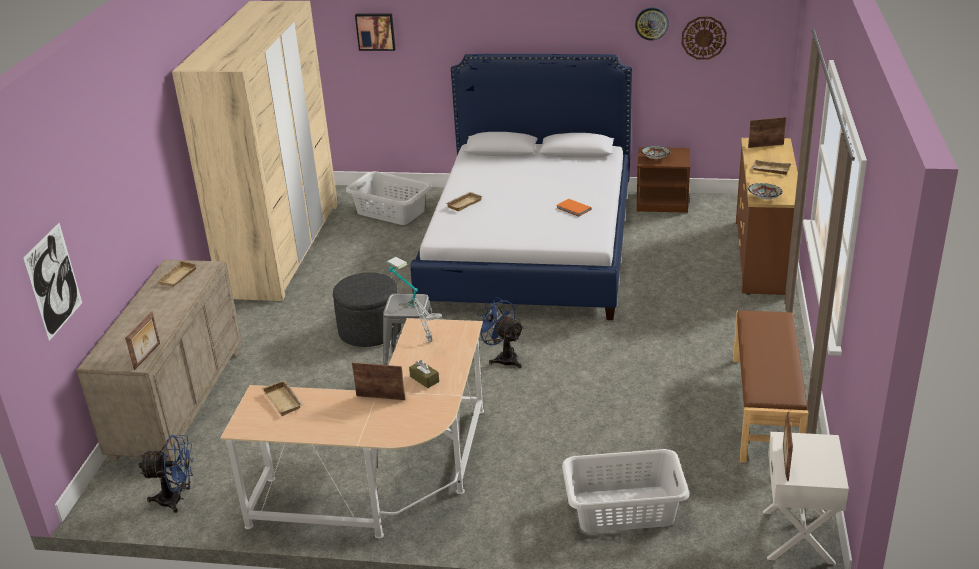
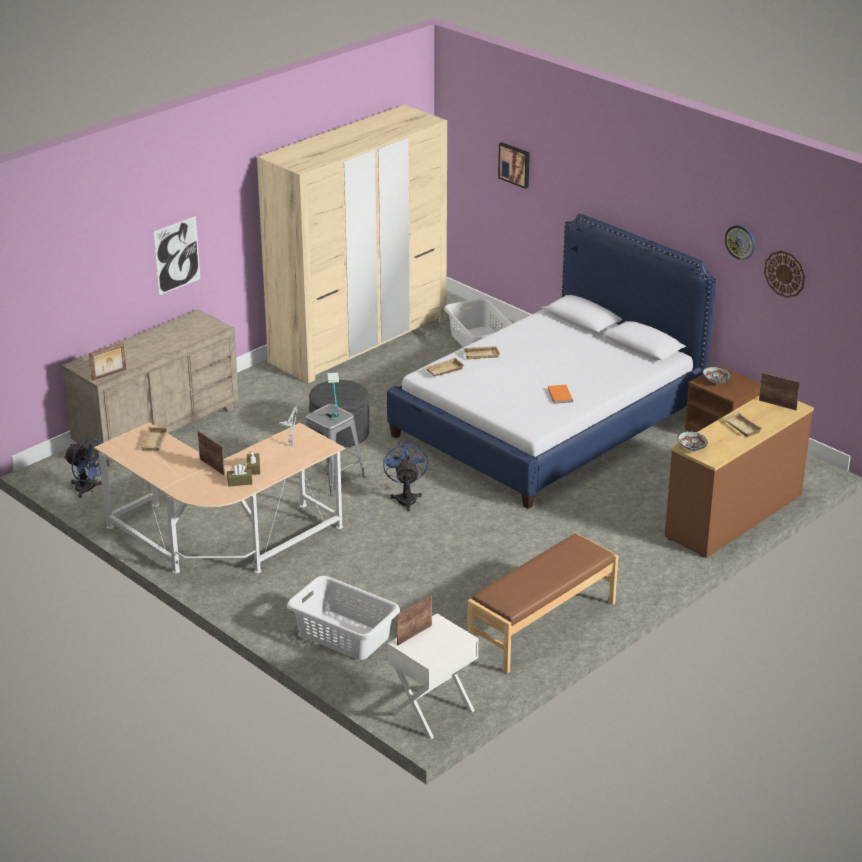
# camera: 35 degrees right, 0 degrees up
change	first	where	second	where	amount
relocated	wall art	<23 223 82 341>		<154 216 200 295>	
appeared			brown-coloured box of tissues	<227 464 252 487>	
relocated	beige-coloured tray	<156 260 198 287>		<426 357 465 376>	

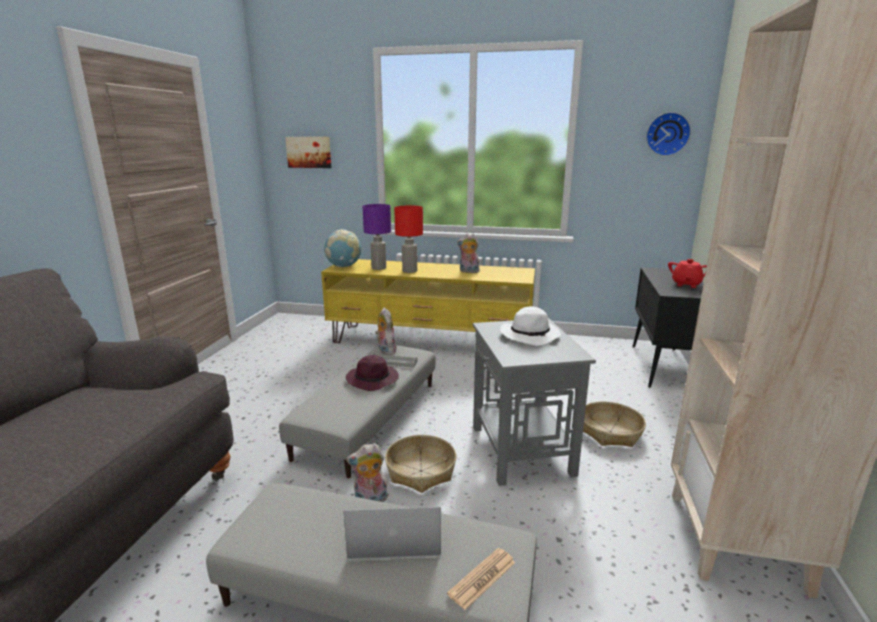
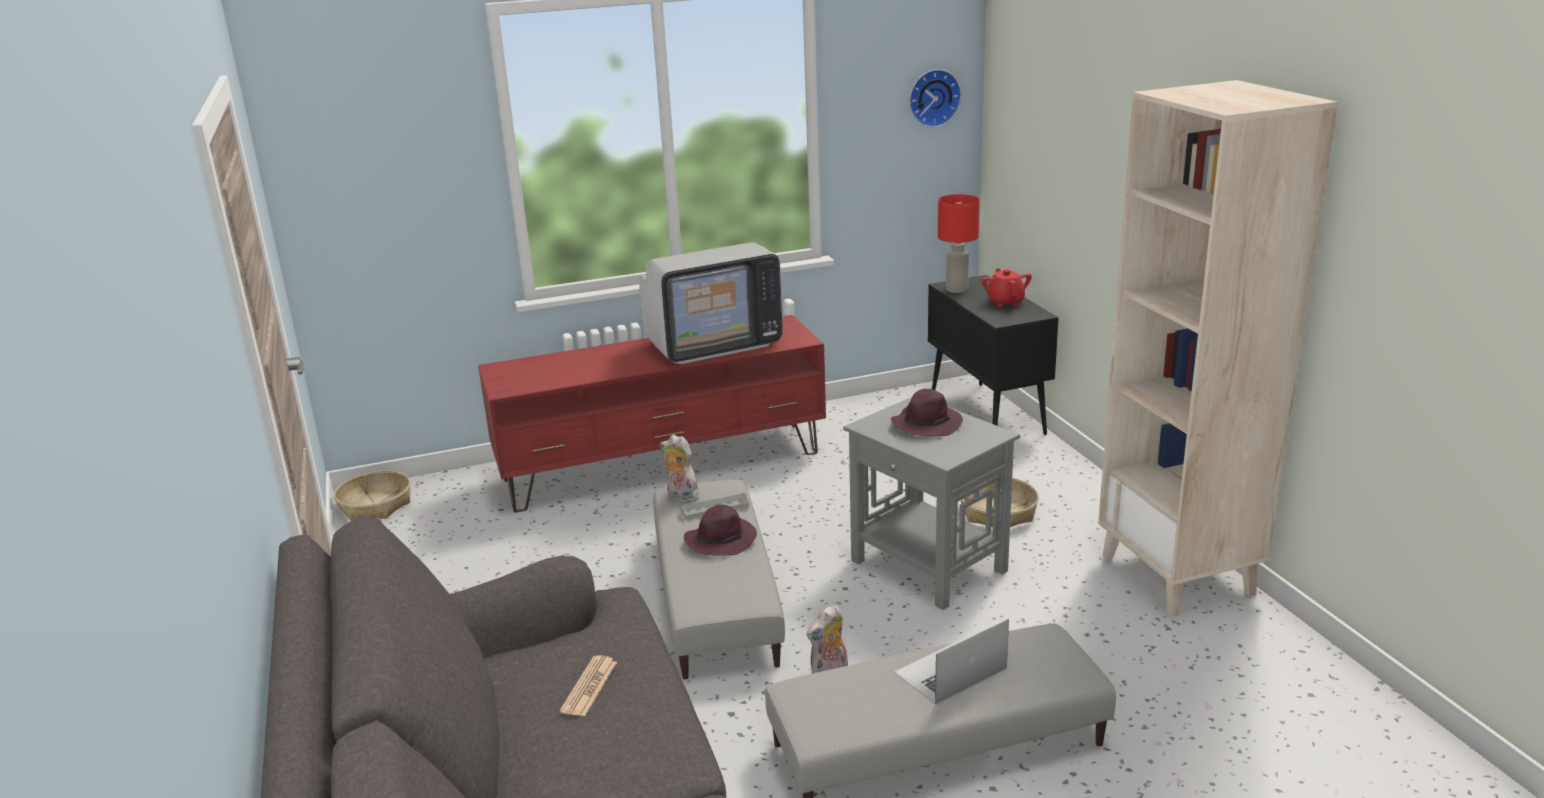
# camera: 30 degrees left, 5 degrees up
change	first	where	second	where	amount
relocated	household basket	<385 435 456 493>		<334 471 411 521>	
colour	yellow-coloured tv stand	<321 259 535 343>	reddish tv stand	<478 315 826 513>	
relocated	daily paper	<447 548 516 610>		<560 656 617 716>	
exchanged	soft toy	<457 233 480 273>	television	<639 243 783 364>	
colour	white-coloured clothing hat	<500 306 561 346>	purple clothing hat	<891 389 963 436>	
relocated	reddish table lamp	<394 206 423 273>		<938 194 980 293>	
missing	wall art	<285 137 331 168>			
missing	globe	<324 230 361 267>			
missing	purple table lamp	<362 204 391 270>			

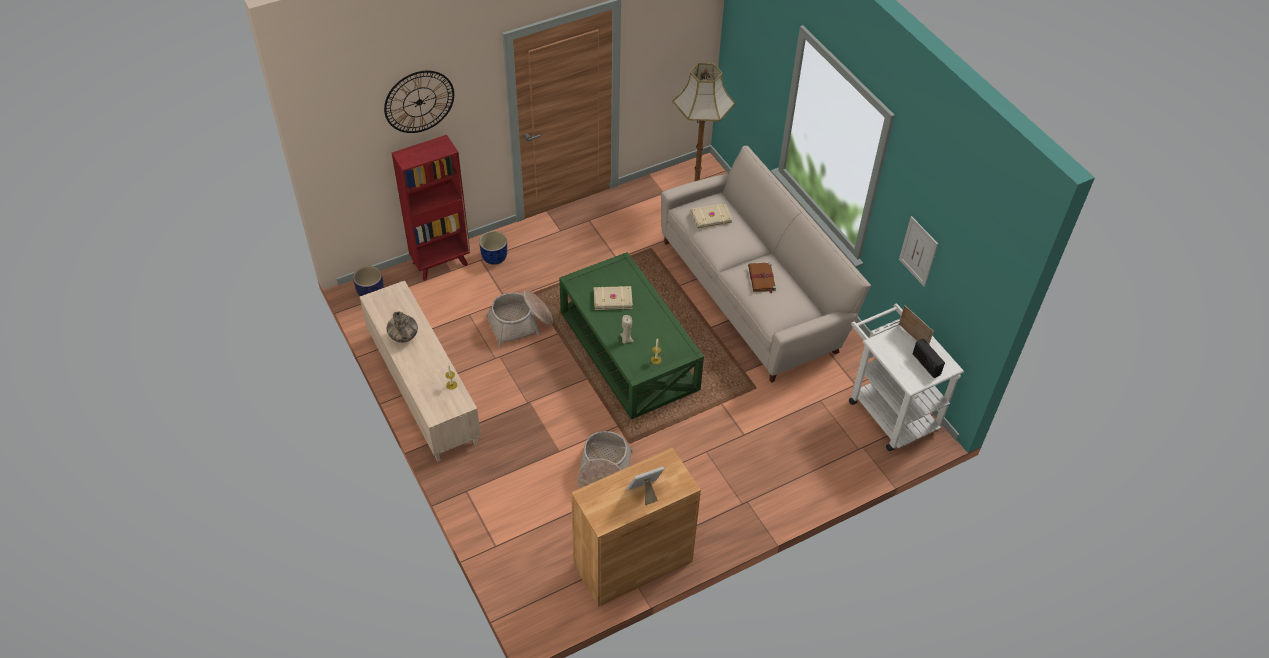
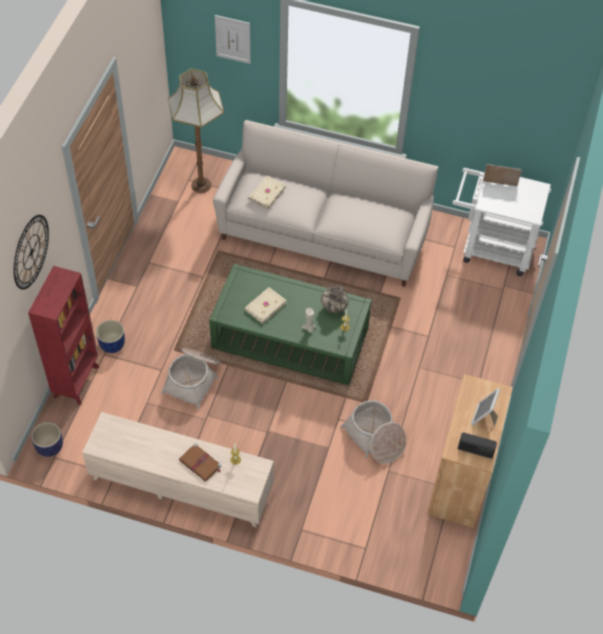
# camera: 45 degrees left, 5 degrees up
change	first	where	second	where	amount
relocated	brown-coloured volume	<748 262 776 293>		<179 443 222 482>	
relocated	wall art	<899 216 938 287>		<215 15 250 64>	
relocated	decorative vase	<387 312 418 343>		<321 286 349 313>	
relocated	radio receiver	<913 339 945 378>		<458 432 497 458>	

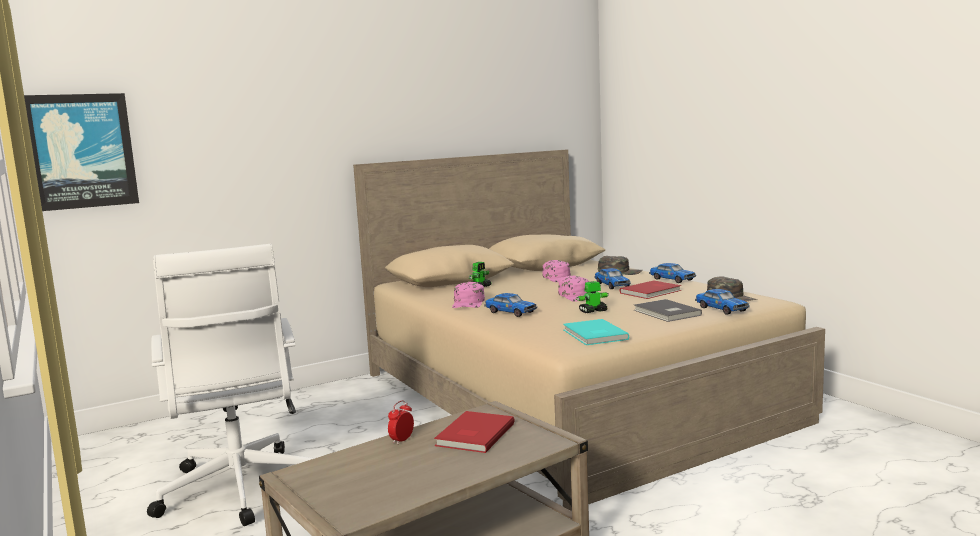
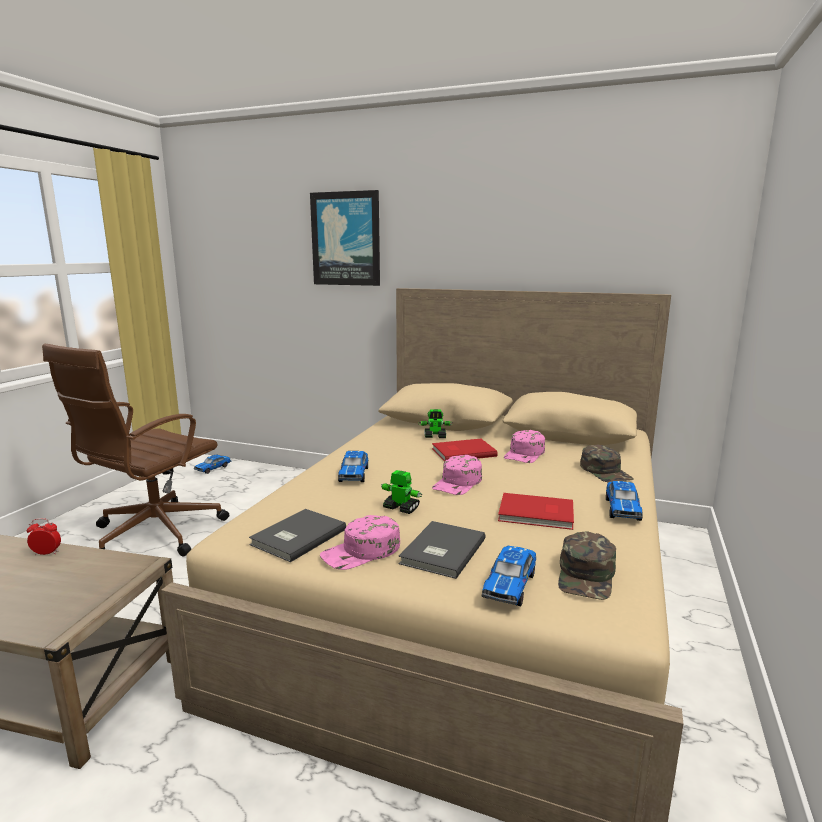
# camera: 50 degrees right, 5 degrees up
change	first	where	second	where	amount
colour	white-coloured desk chair	<147 244 315 526>	brown-coloured desk chair	<42 344 229 557>	
relocated	model car	<594 268 631 289>		<194 455 232 474>	
colour	blue-green volume	<563 319 629 345>	gray volume	<249 509 346 562>	
relocated	wall art	<24 93 139 211>		<310 190 380 286>	
relocated	pinkish peaked cap	<452 282 485 308>		<320 515 400 570>	
relocated	reddish volume	<434 411 515 453>		<432 439 498 462>	

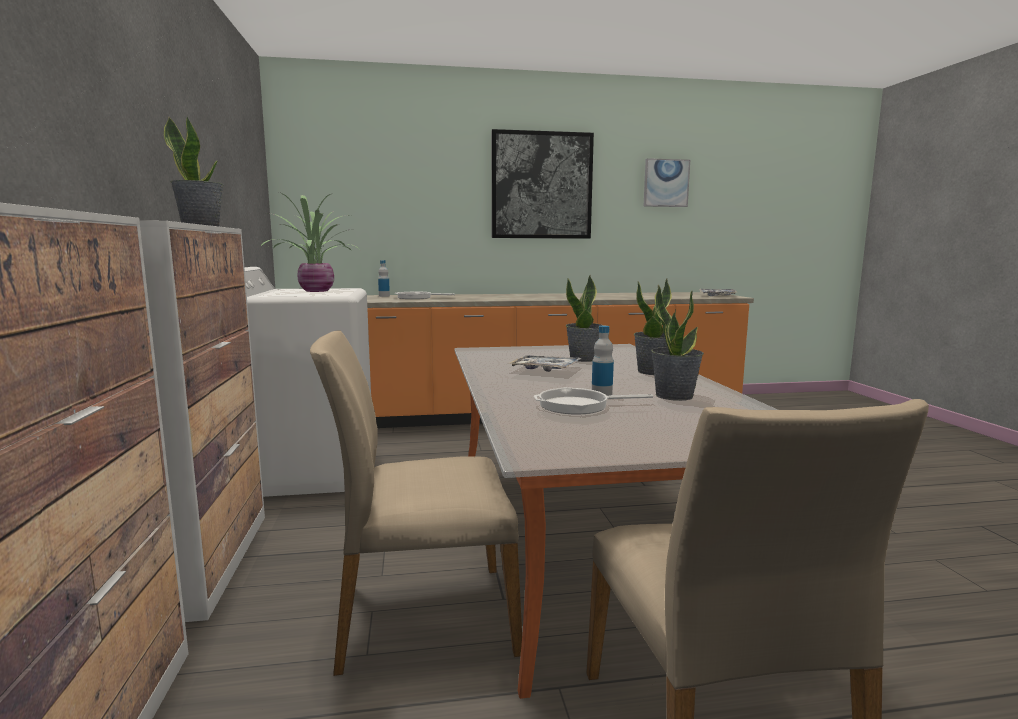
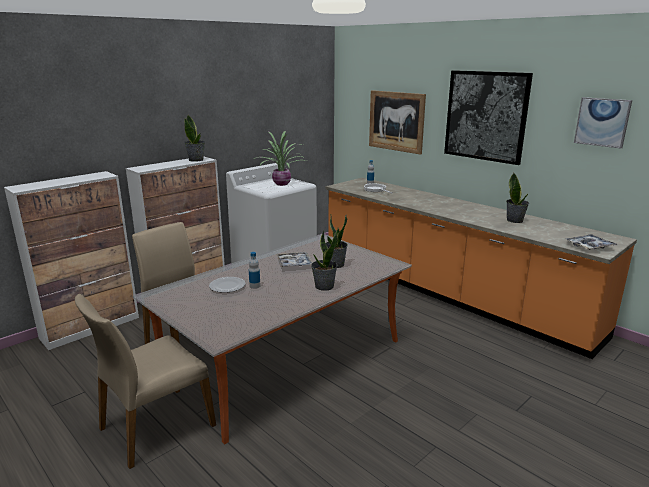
# camera: 55 degrees right, 10 degrees up
change	first	where	second	where	amount
exchanged	skillet	<534 387 653 414>	plate	<209 277 246 293>	
appeared			wall art	<369 90 426 155>	
relocated	plant in a pot	<651 284 704 401>		<506 173 529 223>	

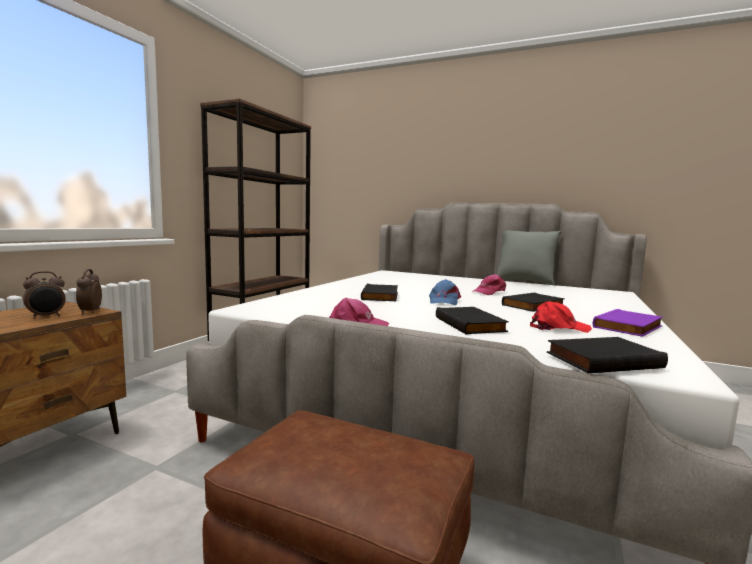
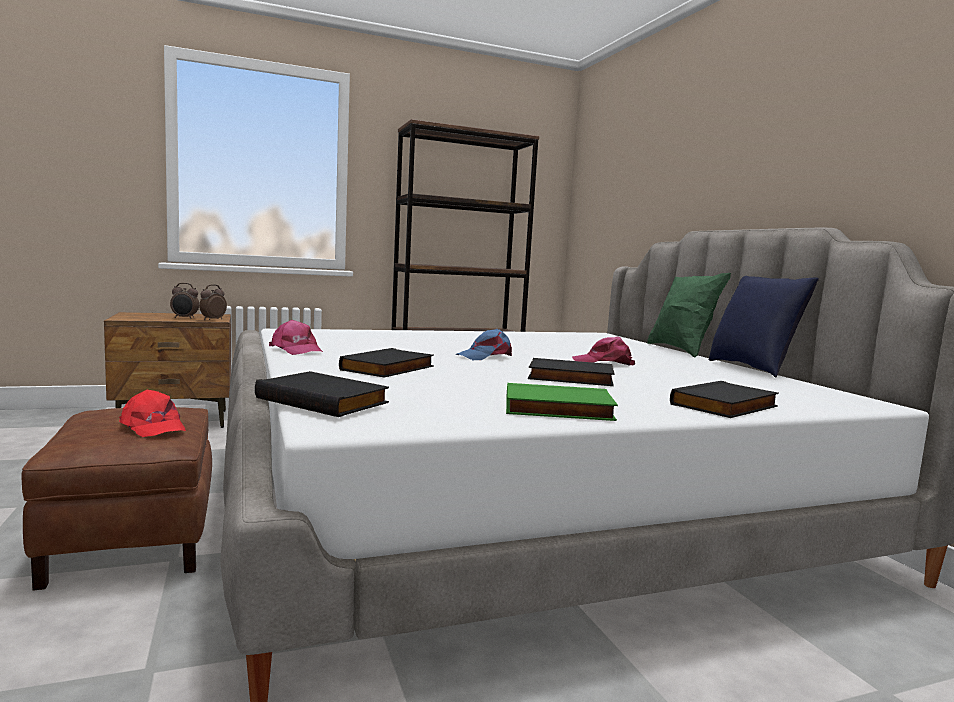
# camera: 45 degrees right, 0 degrees up
change	first	where	second	where	amount
relocated	reddish peaked cap	<530 301 592 333>		<119 390 186 437>	
colour	purple volume	<593 309 663 337>	green-coloured volume	<506 383 618 421>	
appeared			green-coloured throw pillow	<647 273 731 358>	
relocated	blackish volume	<361 284 398 301>		<670 381 779 418>	
colour	gray throw pillow	<497 230 561 286>	bluish throw pillow	<709 276 819 378>	

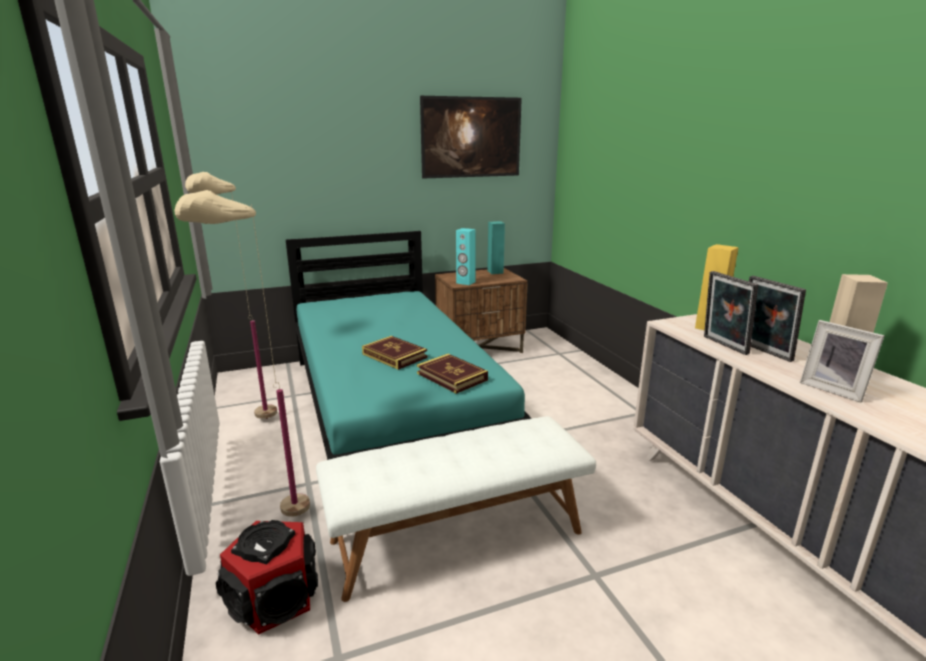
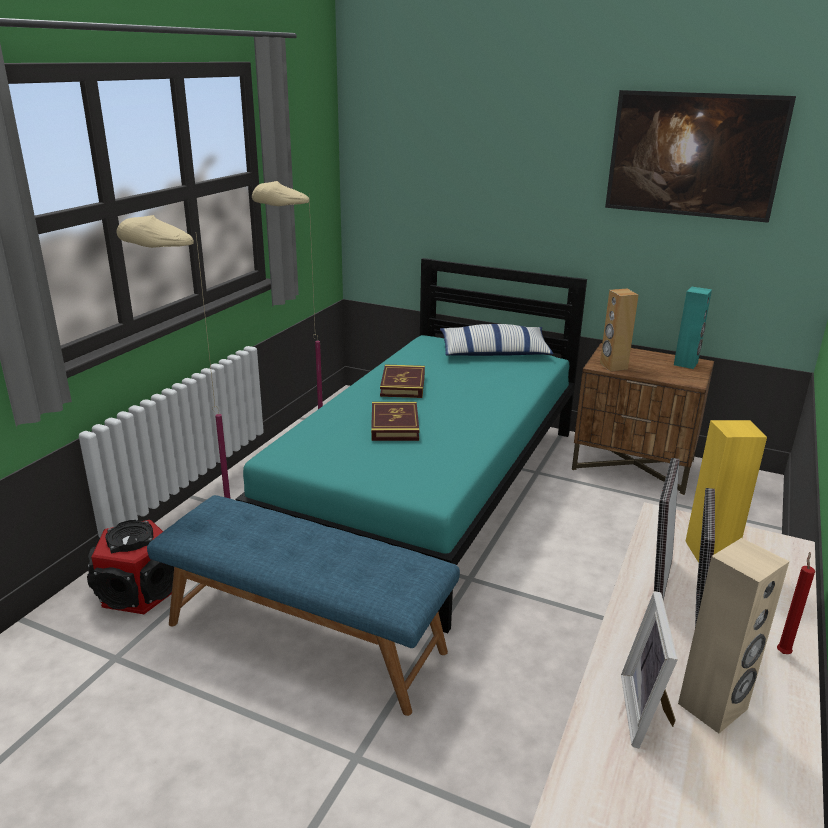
# camera: 45 degrees right, 5 degrees up
change	first	where	second	where	amount
colour	white-coloured long seat	<316 416 596 602>	bluish long seat	<147 495 460 716>	
relocated	volume	<417 354 488 394>		<380 364 425 398>	
appeared			throw pillow	<440 324 553 356>	
colour	blue-green loudspeaker	<456 228 476 285>	brown-coloured loudspeaker	<600 289 639 371>	
appeared			reddish wax candle	<777 552 815 654>	

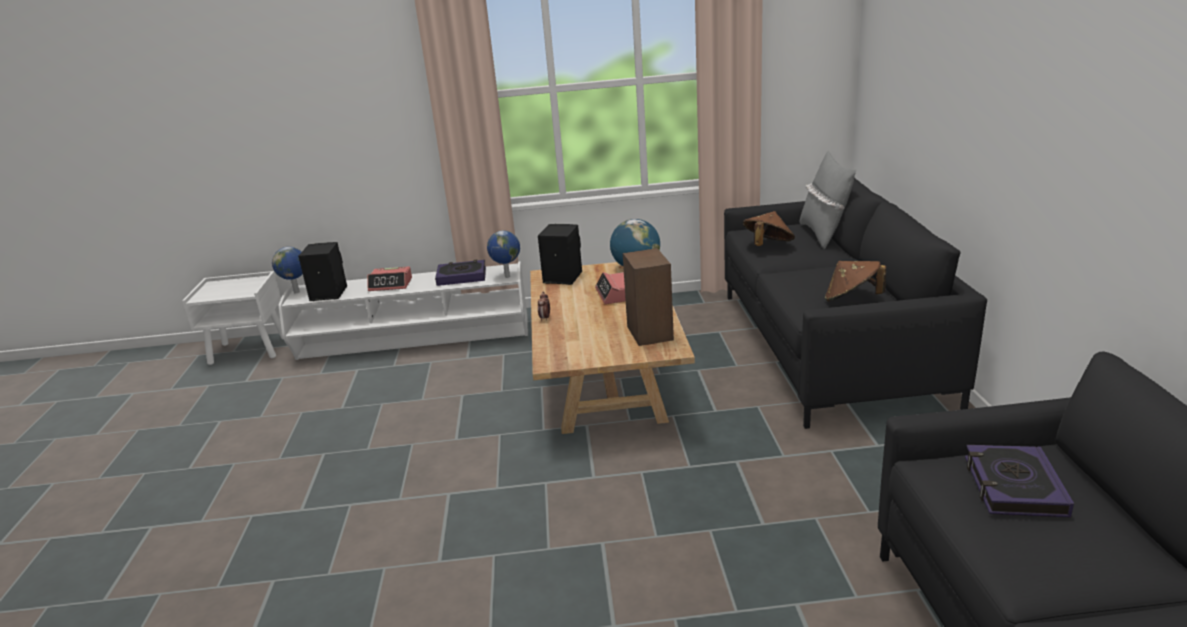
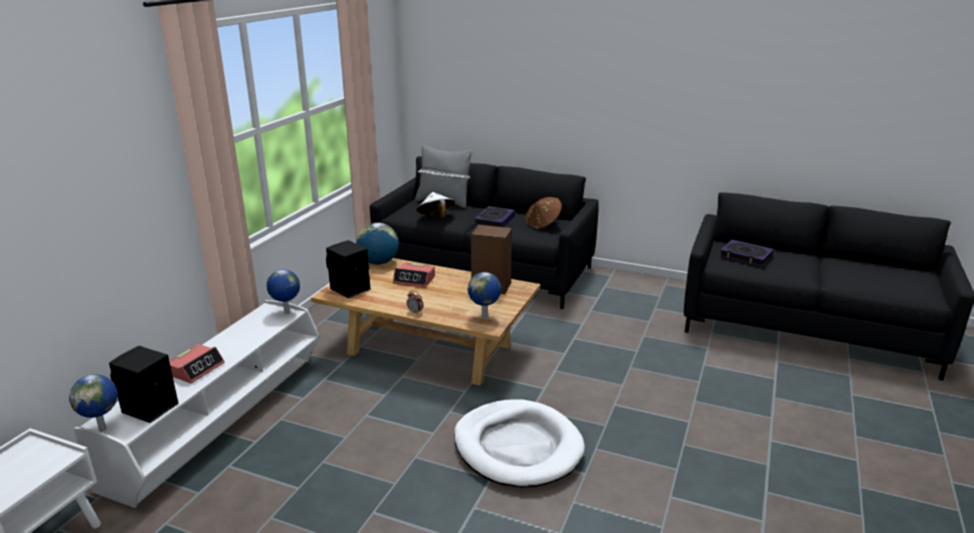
# camera: 65 degrees left, 0 degrees up
change	first	where	second	where	amount
colour	brown-coloured clothing hat	<743 211 795 246>	white-coloured clothing hat	<416 192 455 218>	
appeared			white-coloured pet bed	<454 399 585 488>	
appeared			globe	<468 272 501 319>	
relocated	volume	<435 260 486 286>		<474 206 515 227>	

